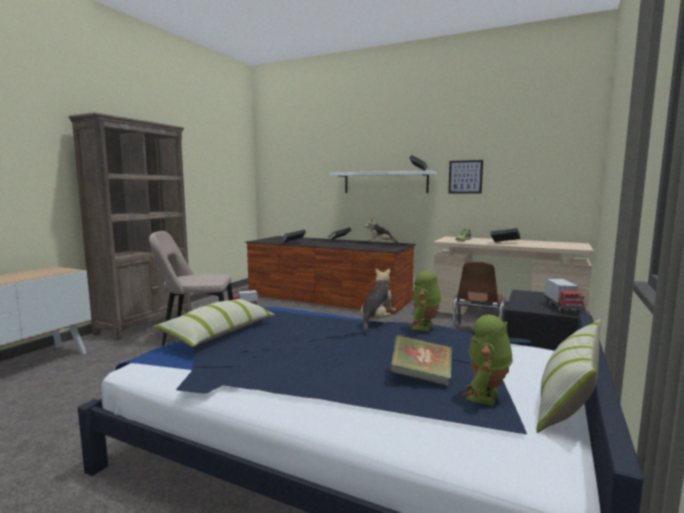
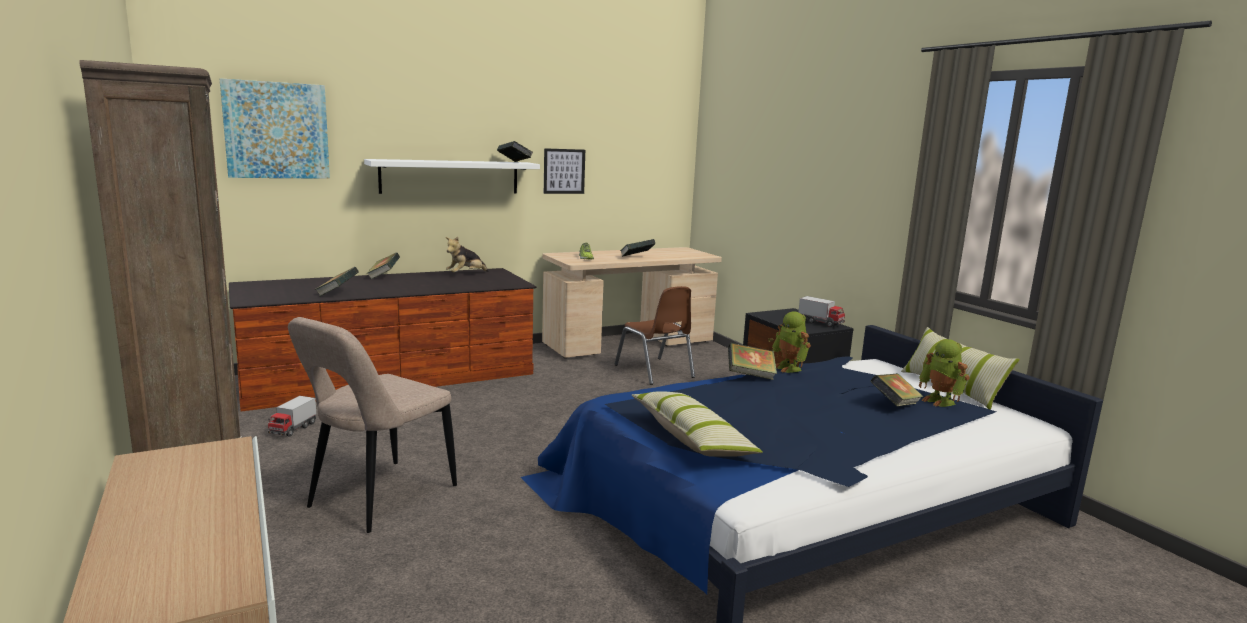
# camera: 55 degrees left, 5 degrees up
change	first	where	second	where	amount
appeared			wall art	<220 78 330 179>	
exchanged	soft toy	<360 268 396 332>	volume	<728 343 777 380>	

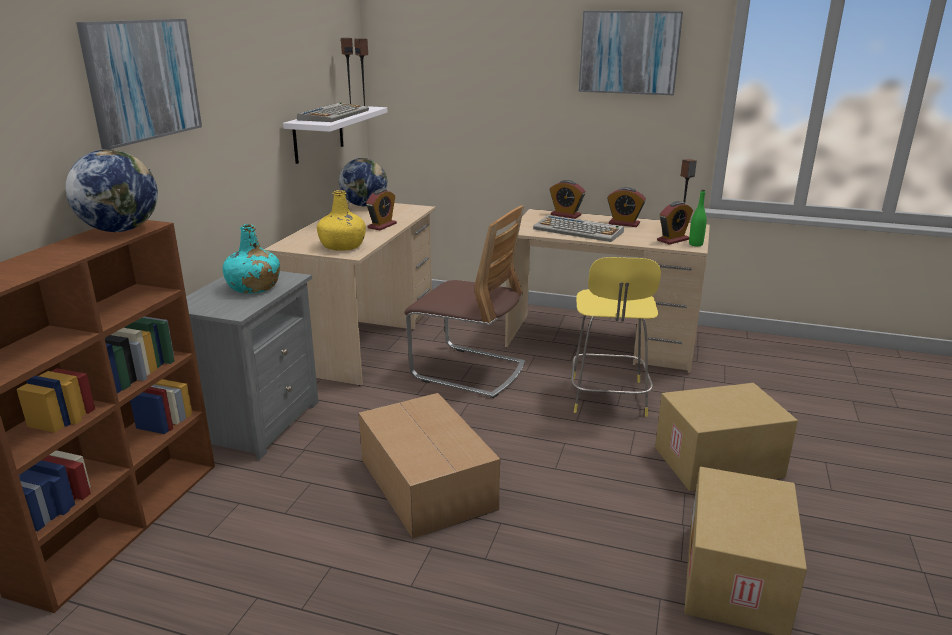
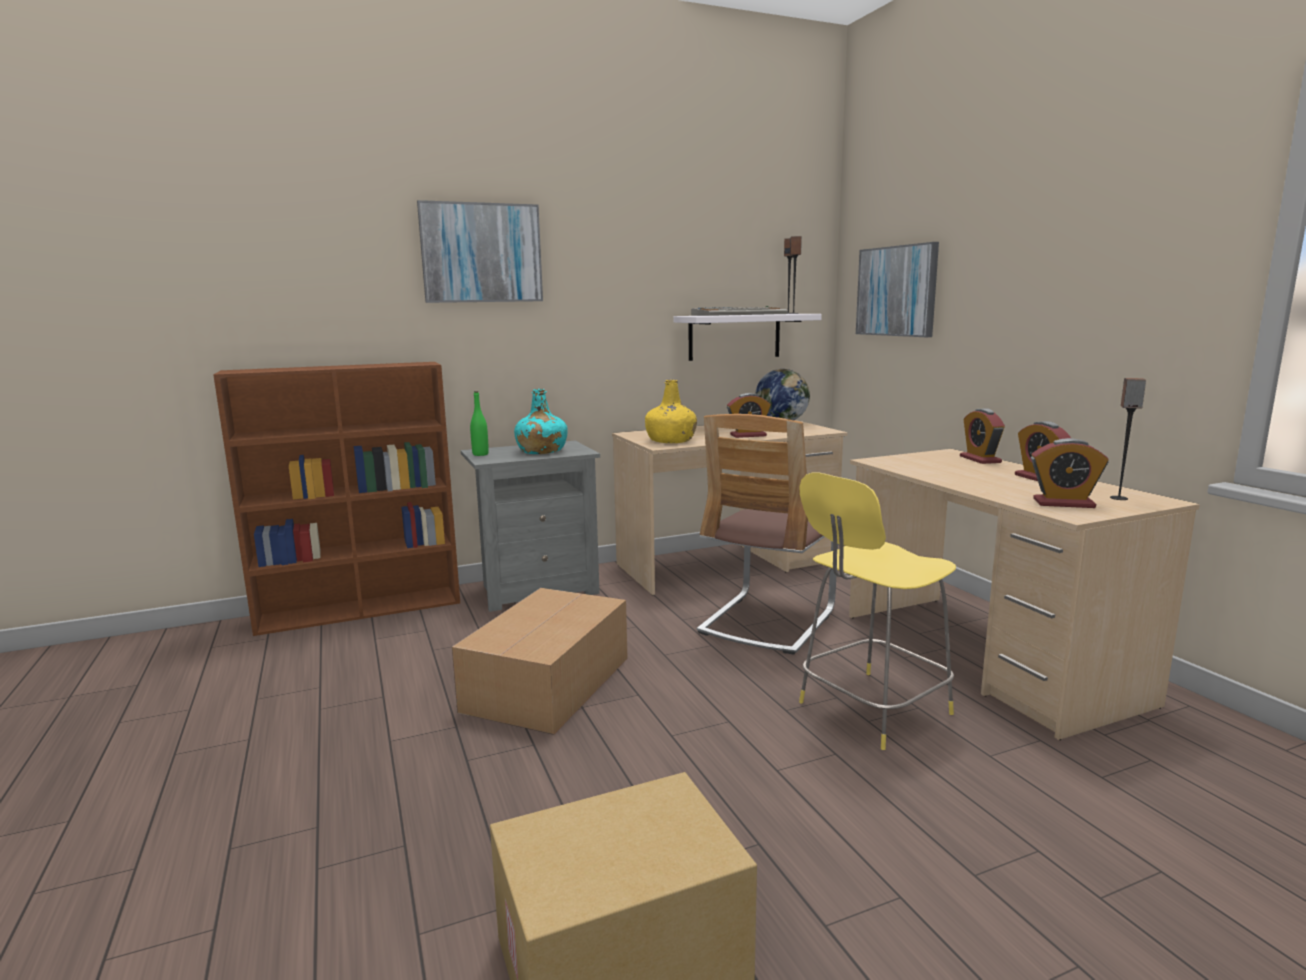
# camera: 50 degrees right, 10 degrees down
change	first	where	second	where	amount
relocated	green-coloured beverage bottle	<689 190 707 247>		<470 391 489 456>	
spun	plain chair	<404 205 525 398>		<697 414 838 655>	45 degrees clockwise
relocated	wall art	<579 11 683 95>		<856 242 939 337>	
missing	globe	<65 149 158 232>			
missing	computer keyboard	<533 215 624 242>			
missing	cardboard box	<655 383 798 491>			

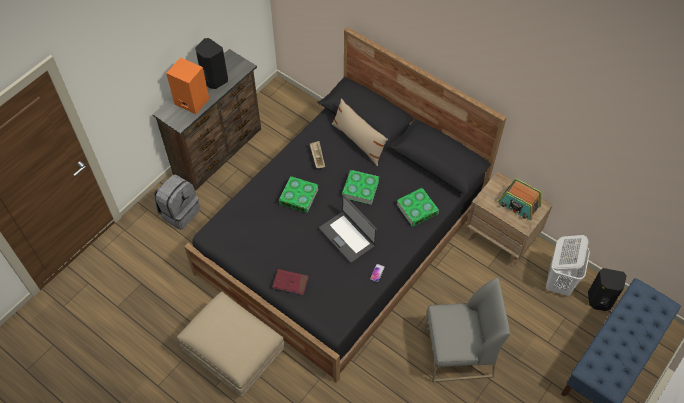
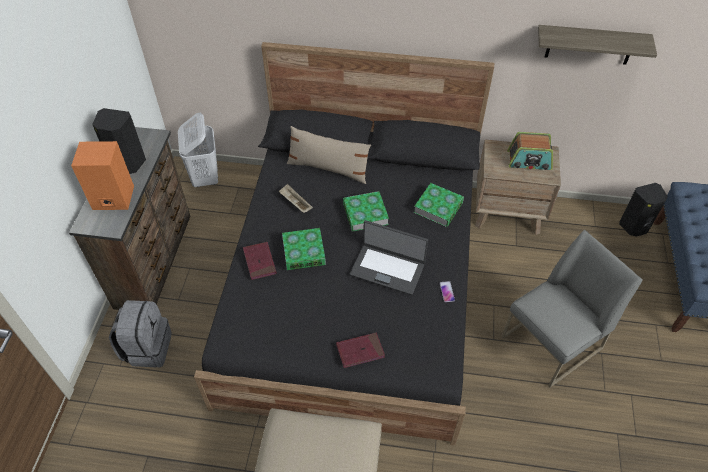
# camera: 30 degrees left, 5 degrees down
change	first	where	second	where	amount
relocated	white-coloured laundry basket	<546 235 590 296>		<178 113 218 188>	
appeared			reddish volume	<243 242 277 280>	
appeared			shelf	<538 25 657 65>	

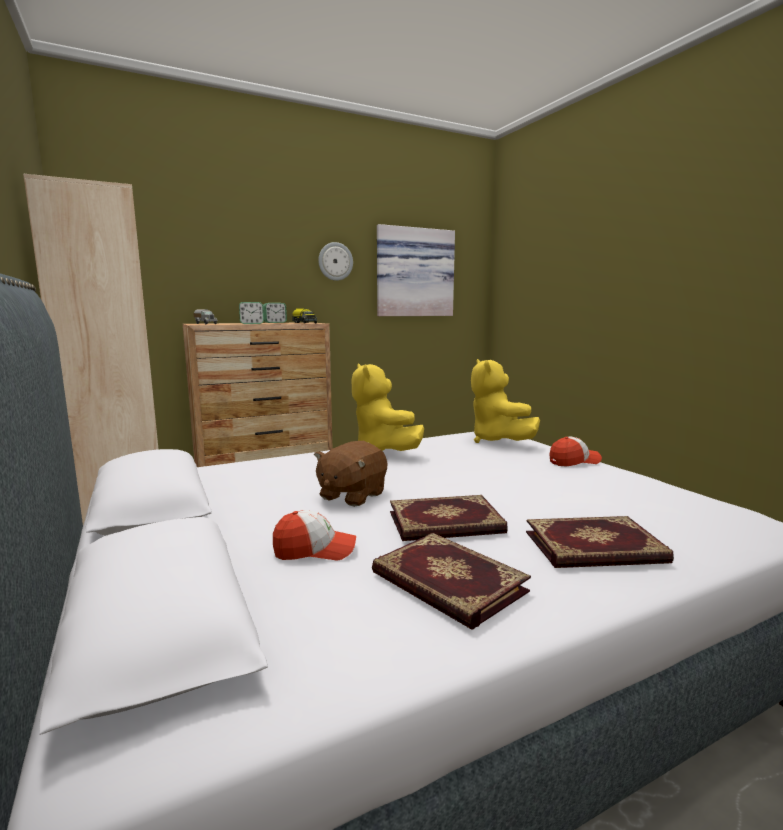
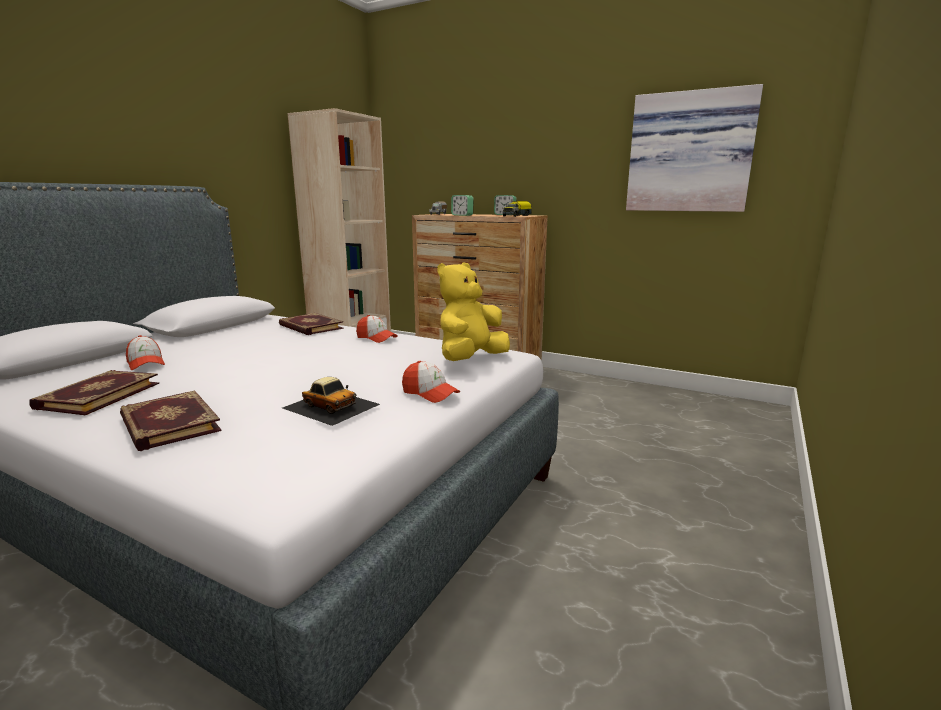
# camera: 55 degrees right, 5 degrees up
change	first	where	second	where	amount
relocated	volume	<390 495 508 541>		<279 313 344 335>	
appeared			model car	<282 377 380 426>	
exchanged	yellow-coloured soft toy	<352 364 424 451>	peaked cap	<356 315 398 343>	
missing	brown-coloured soft toy	<314 441 387 507>			
missing	wall clock	<318 242 353 281>			

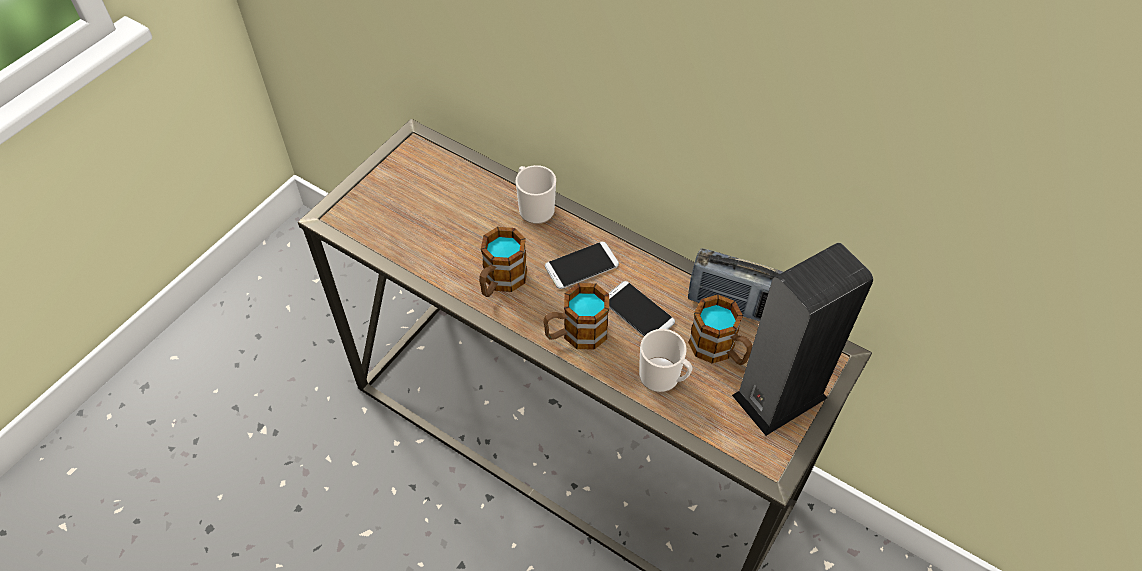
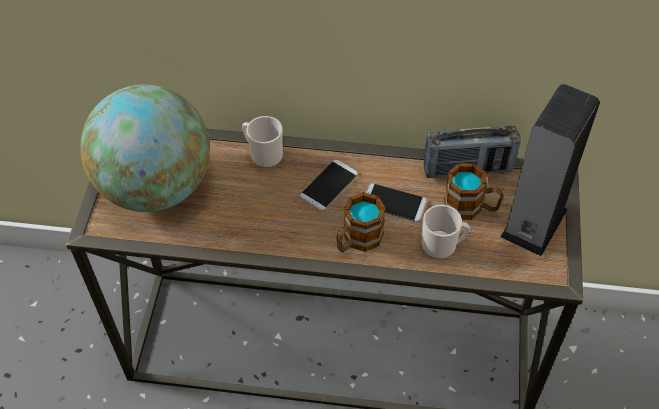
# camera: 25 degrees left, 0 degrees up
change	first	where	second	where	amount
appeared			globe	<80 85 210 212>	
missing	tea mug	<479 227 527 297>			

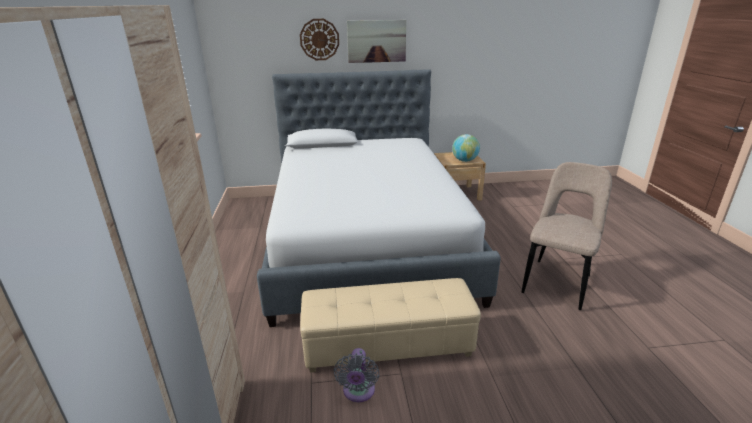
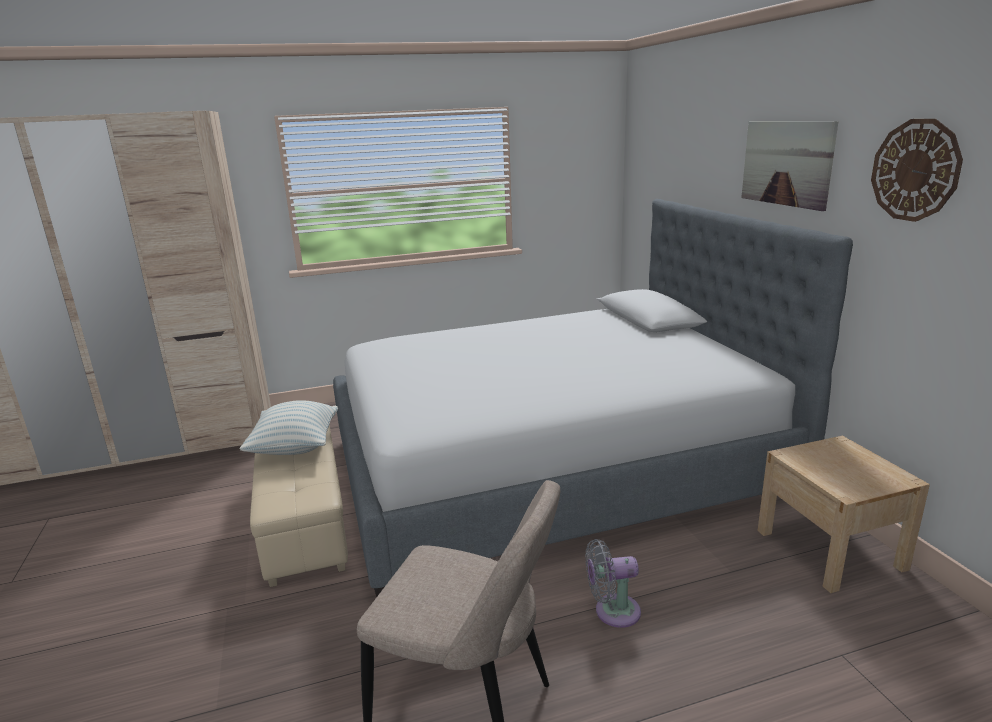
# camera: 80 degrees right, 5 degrees down
change	first	where	second	where	amount
appeared			throw pillow	<240 400 338 455>	
relocated	gray cooling fan	<333 348 380 402>		<585 539 641 628>	
relocated	wall clock	<300 19 339 60>		<871 119 963 222>	
missing	globe	<452 134 480 162>			

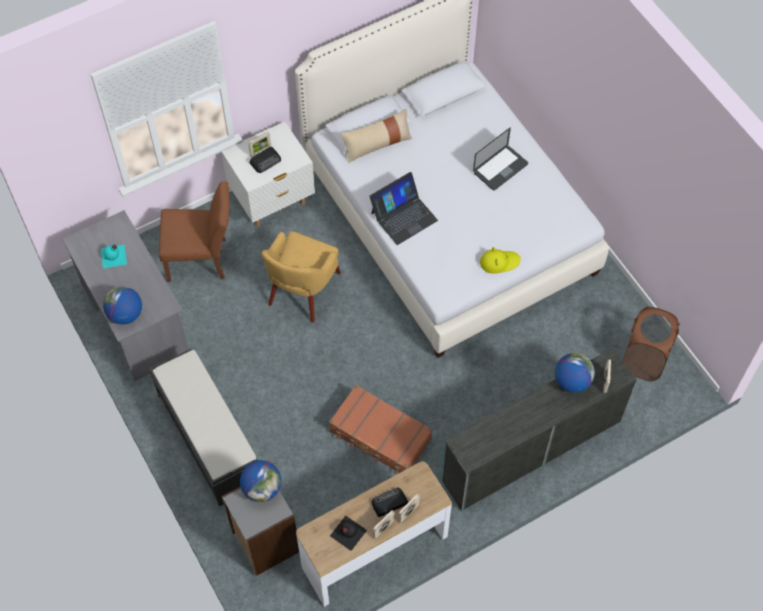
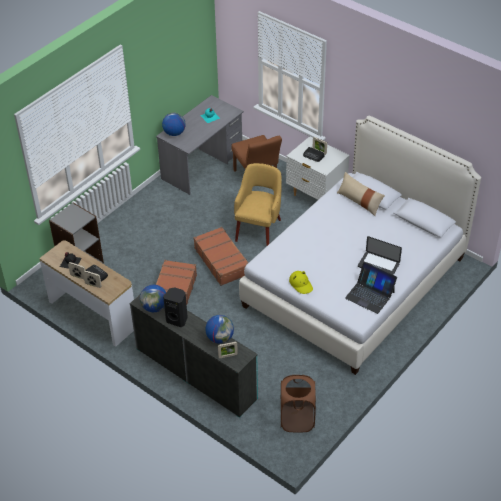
# camera: 70 degrees right, 15 degrees down
change	first	where	second	where	amount
relocated	globe	<240 460 281 502>		<140 285 166 312>	
appeared			blackish loudspeaker	<163 288 188 327>	
appeared			brown-coloured suitcase	<193 227 248 286>	
spun	yellow-coloured lounge chair	<262 231 341 323>		<234 163 282 246>	105 degrees clockwise
relocated	laptop	<369 172 438 245>		<345 262 397 314>	
missing	blackish long seat	<149 349 257 506>			

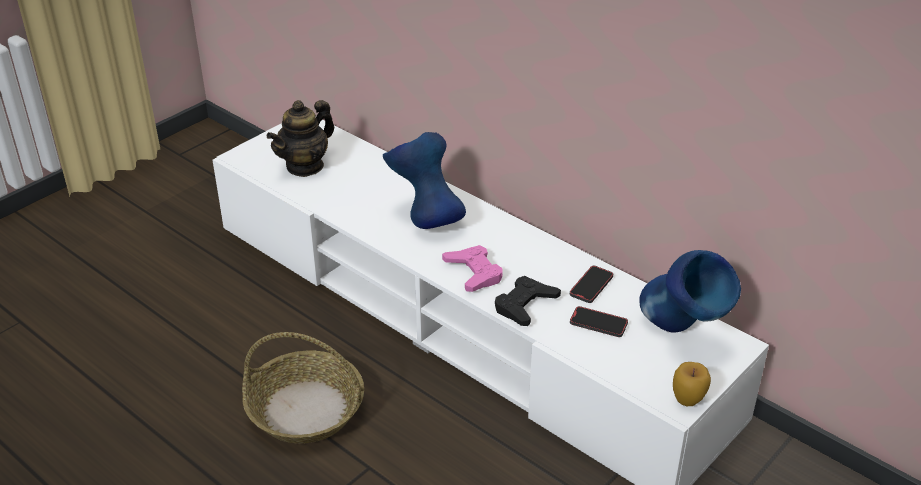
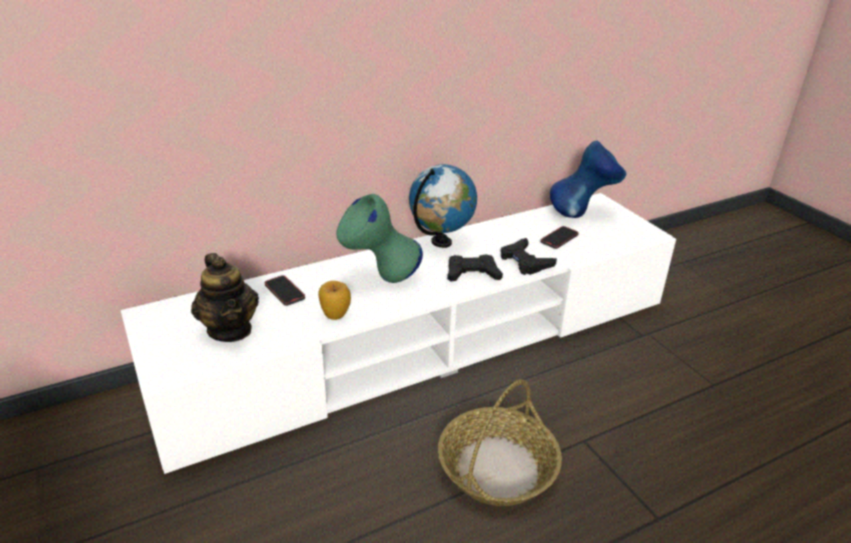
# camera: 70 degrees left, 5 degrees down
change	first	where	second	where	amount
relocated	handset	<570 266 613 303>		<265 275 305 306>	
relocated	apple	<673 362 711 406>		<319 281 351 320>	
colour	bluish decorative vase	<383 132 466 229>	green-coloured decorative vase	<336 194 423 283>	
appeared			globe	<409 164 477 248>	
colour	pinkish joypad	<442 245 503 292>	blackish joypad	<447 255 503 282>	

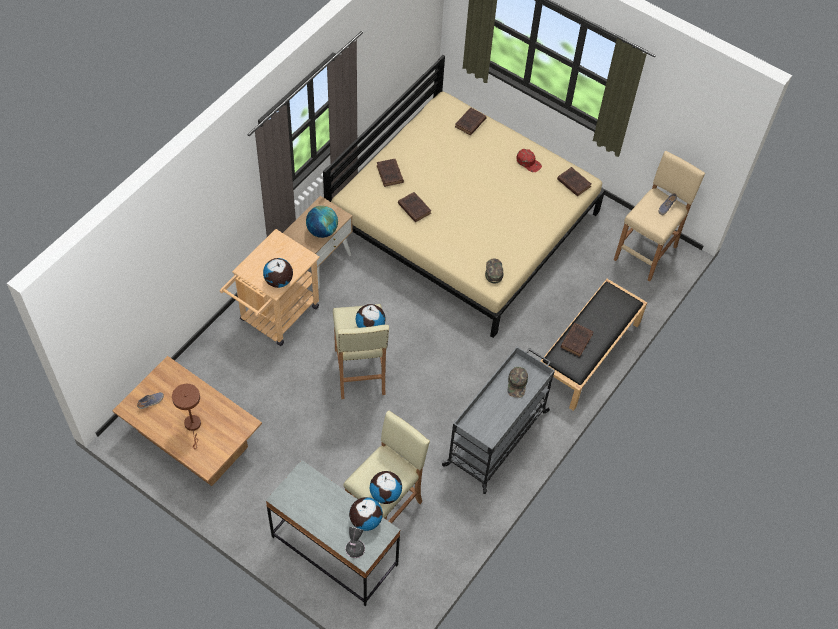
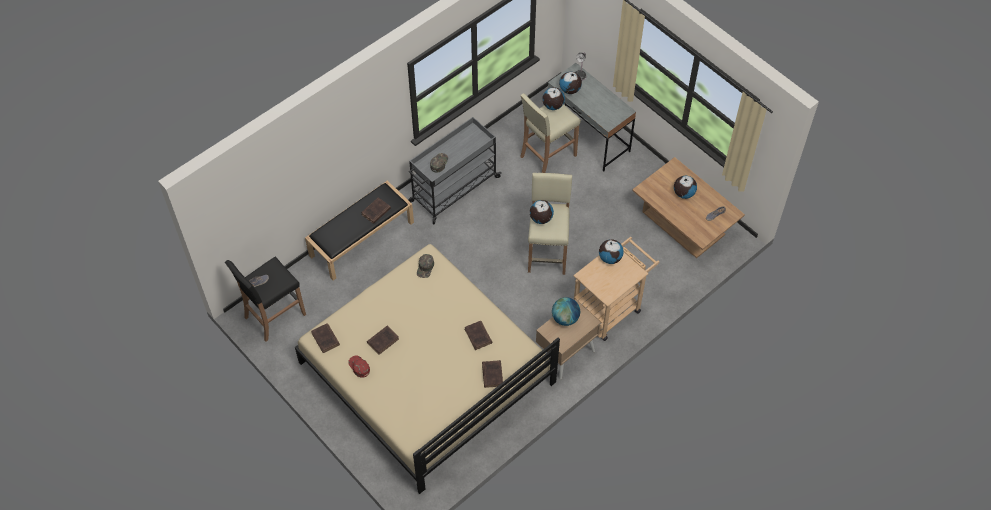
# camera: 165 degrees left, 0 degrees up
change	first	where	second	where	amount
colour	beige-coloured sitting stool	<614 151 705 282>	blackish sitting stool	<225 257 306 342>	
relocated	brown-coloured volume	<455 108 487 135>		<367 326 399 355>	
exchanged	brown-coloured table lamp	<172 384 201 449>	globe	<674 176 697 199>	

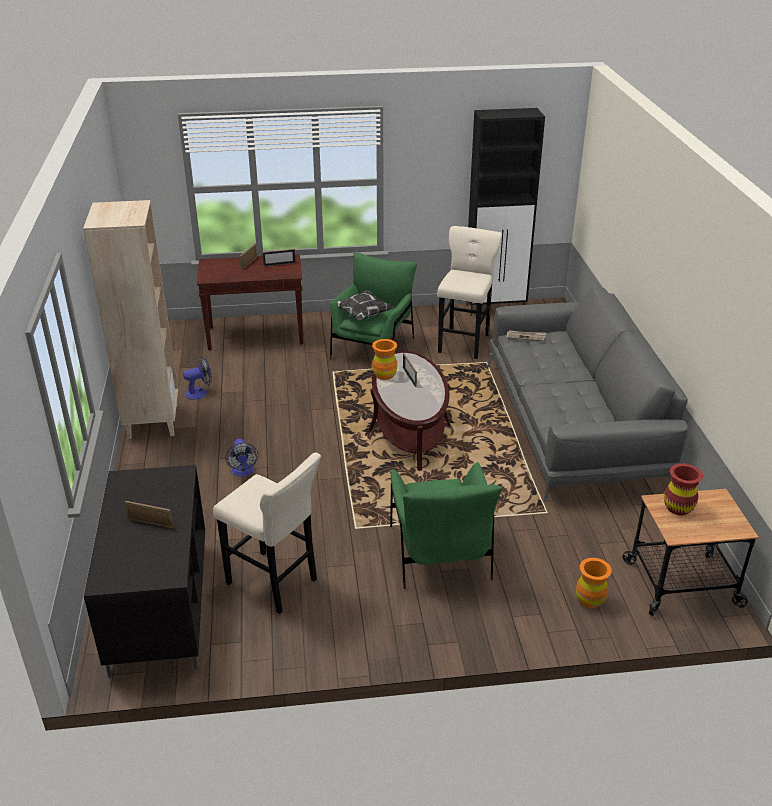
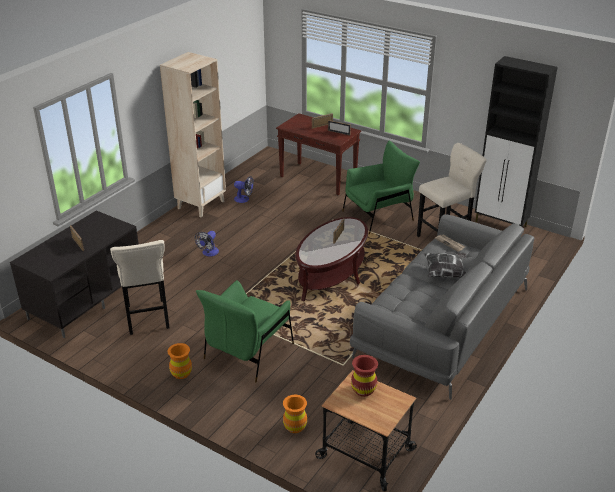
# camera: 40 degrees right, 0 degrees up
change	first	where	second	where	amount
relocated	orange-coloured decorative vase	<372 339 397 380>		<168 343 192 379>	
relocated	throw pillow	<337 290 394 320>		<424 253 466 278>	

